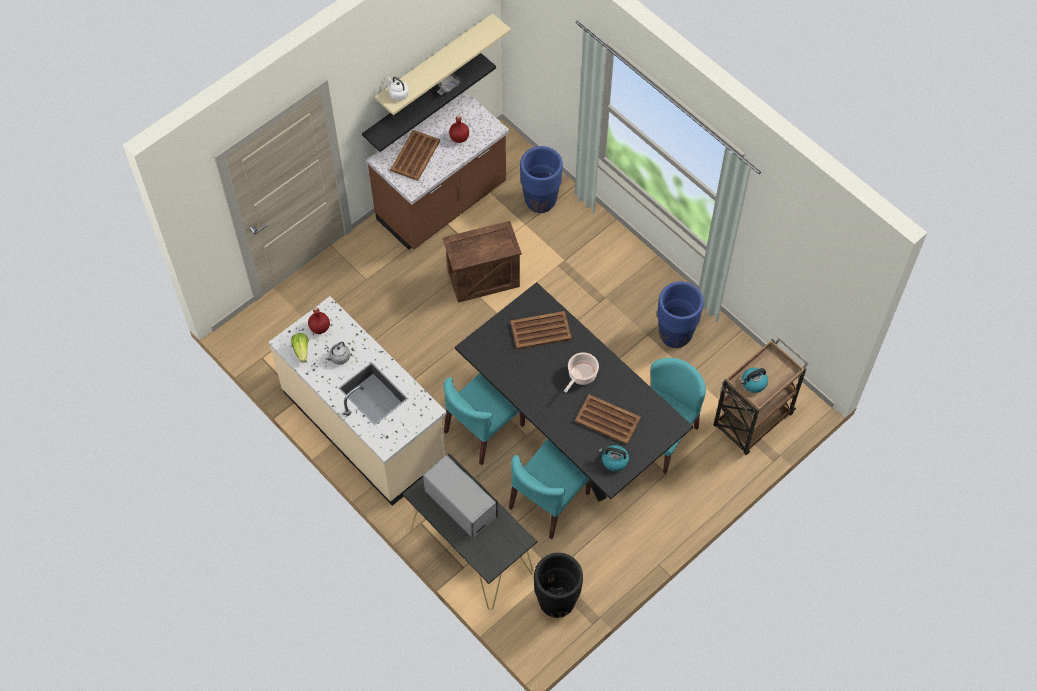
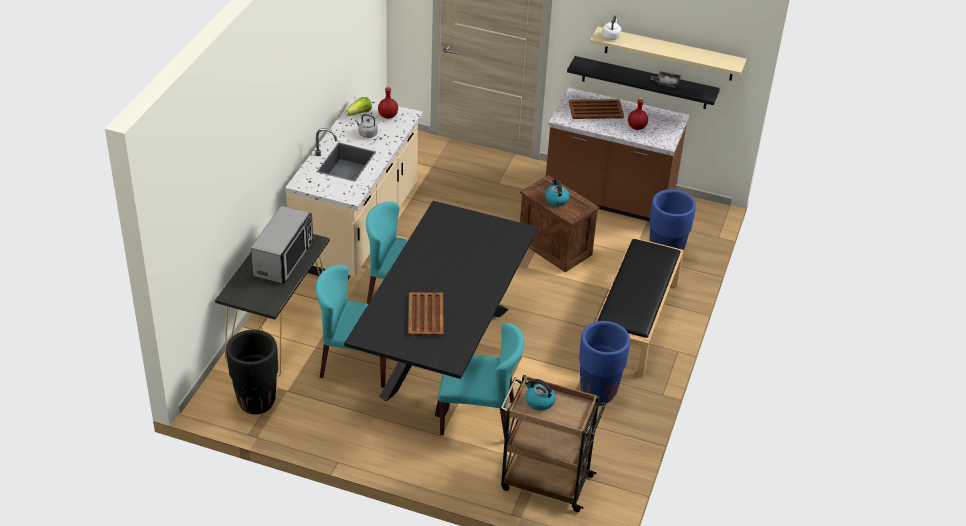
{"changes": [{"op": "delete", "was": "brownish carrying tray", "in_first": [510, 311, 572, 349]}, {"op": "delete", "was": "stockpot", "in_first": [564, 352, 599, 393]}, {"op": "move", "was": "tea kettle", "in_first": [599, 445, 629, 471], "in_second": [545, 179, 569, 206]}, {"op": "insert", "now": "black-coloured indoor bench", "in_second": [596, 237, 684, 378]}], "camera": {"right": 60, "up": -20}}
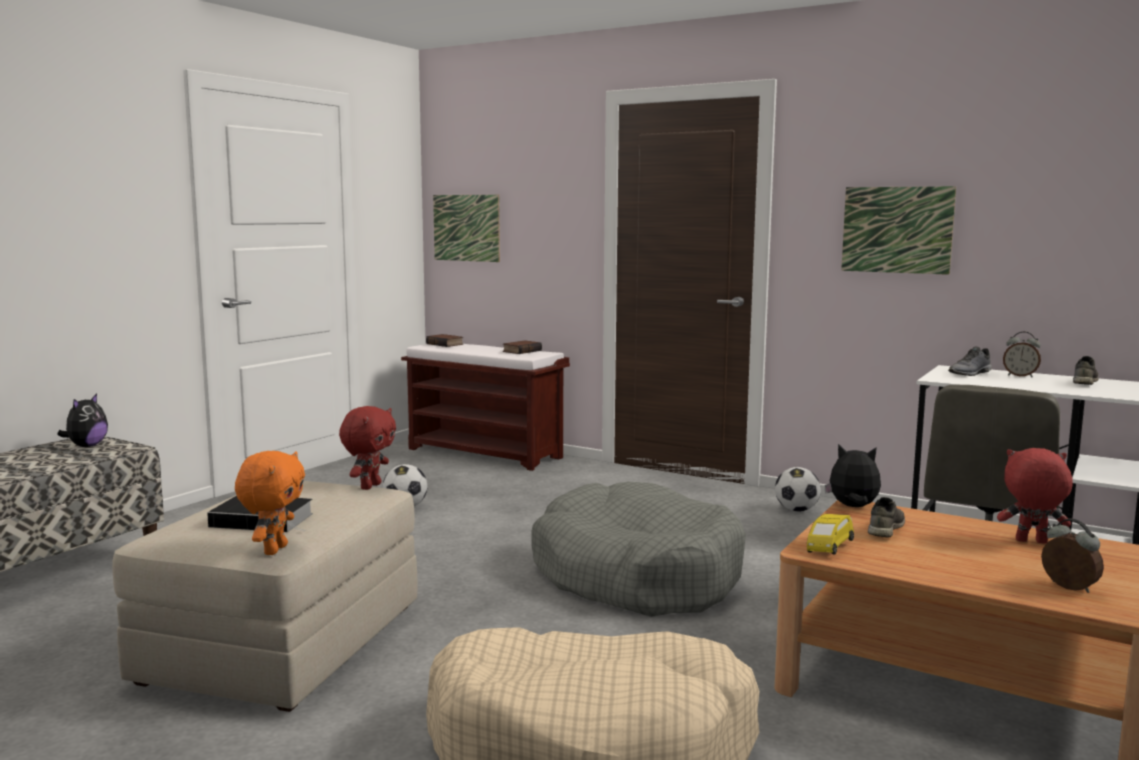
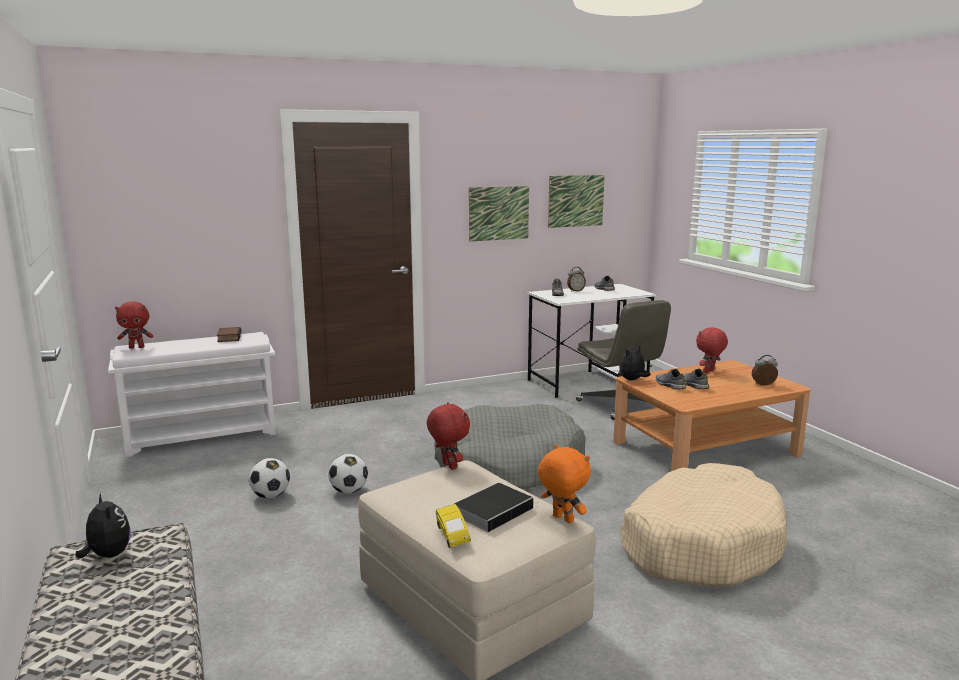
{"changes": [{"op": "recolor", "was": "brownish indoor bench", "now": "white-coloured indoor bench", "in_first": [401, 344, 570, 471], "in_second": [108, 332, 276, 457]}, {"op": "replace", "was": "bound book", "now": "red-coloured soft toy", "in_first": [426, 334, 463, 347], "in_second": [115, 301, 153, 349]}, {"op": "move", "was": "wall art", "in_first": [433, 195, 500, 262], "in_second": [548, 175, 605, 228]}, {"op": "move", "was": "football", "in_first": [775, 467, 821, 512], "in_second": [328, 454, 368, 493]}, {"op": "move", "was": "yellow toy car", "in_first": [807, 514, 854, 554], "in_second": [436, 504, 471, 548]}, {"op": "insert", "now": "greyish low shoe", "in_second": [683, 369, 709, 389]}], "camera": {"right": -55, "up": 5}}
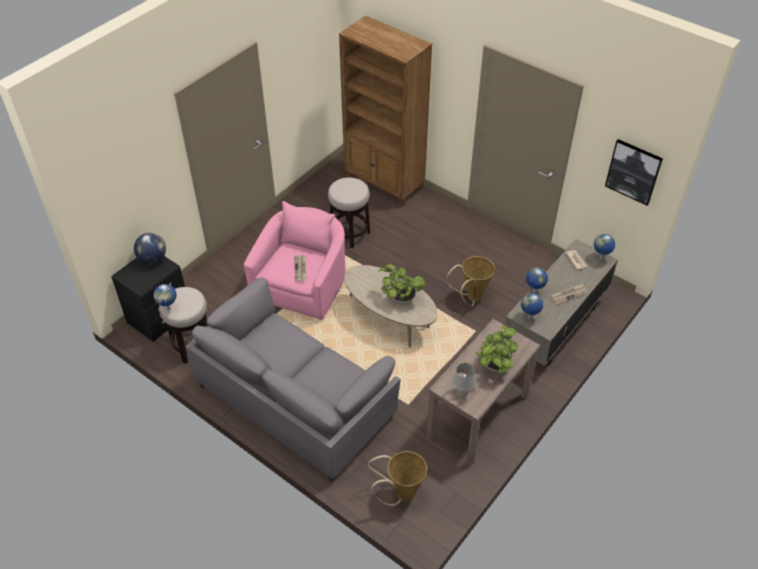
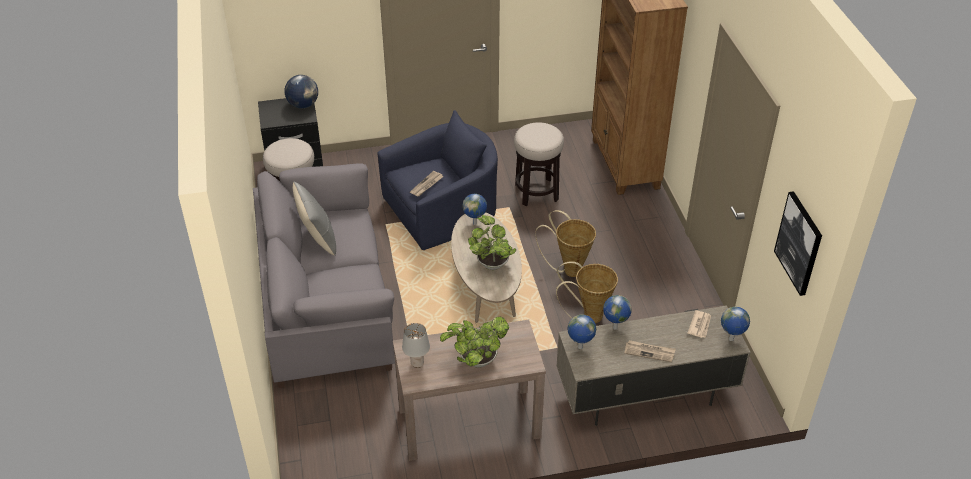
{"changes": [{"op": "move", "was": "desk globe", "in_first": [153, 284, 177, 311], "in_second": [462, 194, 487, 225]}, {"op": "recolor", "was": "pink-coloured armchair", "now": "bluish armchair", "in_first": [244, 201, 346, 320], "in_second": [377, 110, 498, 250]}, {"op": "move", "was": "basket", "in_first": [367, 451, 427, 506], "in_second": [535, 210, 596, 277]}, {"op": "insert", "now": "greyish throw pillow", "in_second": [293, 181, 336, 256]}], "camera": {"right": 40, "up": -5}}
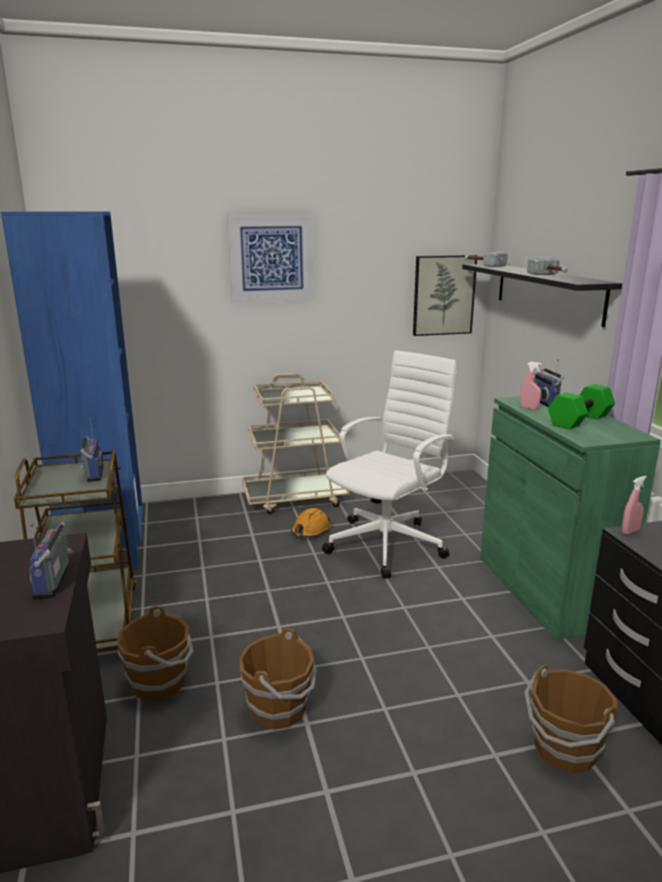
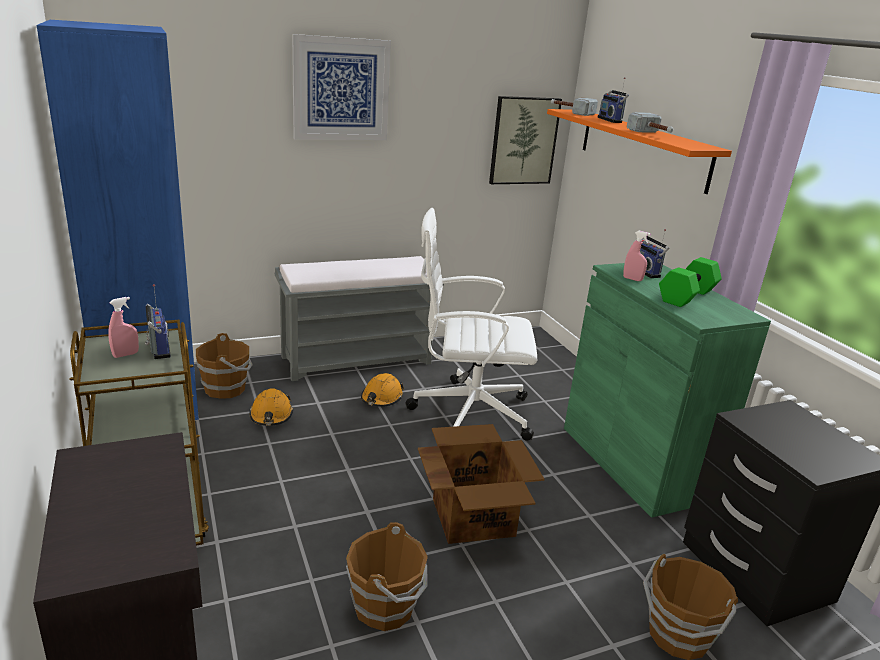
{"changes": [{"op": "move", "was": "radio receiver", "in_first": [29, 522, 73, 600], "in_second": [597, 77, 629, 123]}, {"op": "move", "was": "brownish pail", "in_first": [117, 606, 194, 700], "in_second": [196, 333, 253, 398]}, {"op": "replace", "was": "beige-coloured wheeled cart", "now": "greyish indoor bench", "in_first": [242, 373, 350, 514], "in_second": [275, 256, 444, 381]}, {"op": "rotate", "was": "white-coloured office chair", "in_first": [322, 350, 457, 578], "in_second": [406, 208, 537, 441], "clockwise": -120}, {"op": "recolor", "was": "black-coloured bracket shelf", "now": "orange-coloured bracket shelf", "in_first": [462, 264, 622, 327], "in_second": [547, 109, 732, 194]}, {"op": "move", "was": "pink-coloured hand sprayer", "in_first": [622, 476, 647, 534], "in_second": [108, 297, 139, 358]}, {"op": "insert", "now": "orange-coloured safety helmet", "in_second": [249, 389, 293, 426]}, {"op": "insert", "now": "carton", "in_second": [418, 424, 545, 544]}], "camera": {"right": -10, "up": 5}}
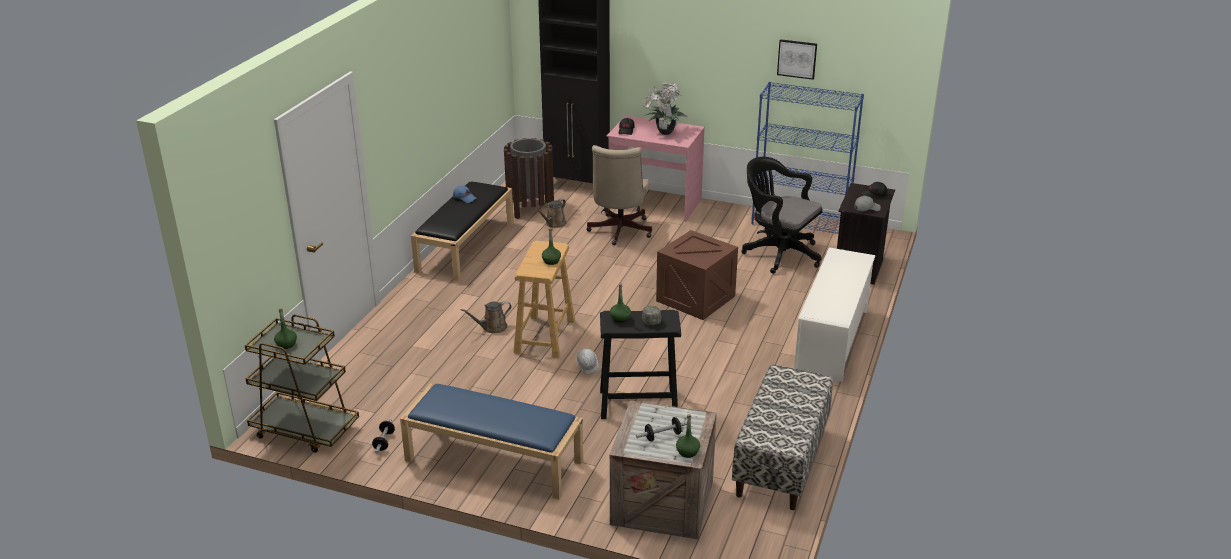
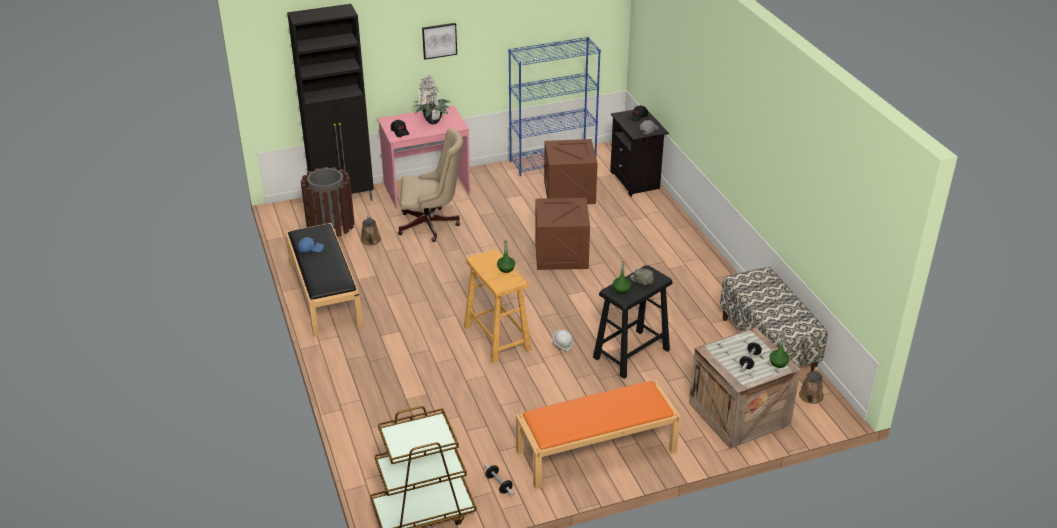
{"changes": [{"op": "delete", "was": "green drink bottle", "in_first": [274, 308, 297, 349]}, {"op": "recolor", "was": "bluish indoor bench", "now": "orange-coloured indoor bench", "in_first": [400, 383, 583, 500], "in_second": [516, 381, 681, 489]}, {"op": "move", "was": "brownish watering can", "in_first": [461, 301, 511, 333], "in_second": [799, 367, 824, 404]}, {"op": "rotate", "was": "beige-coloured office chair", "in_first": [586, 145, 652, 245], "in_second": [398, 128, 463, 242], "clockwise": -60}, {"op": "replace", "was": "black-coloured office chair", "now": "crate", "in_first": [741, 157, 822, 274], "in_second": [544, 139, 598, 204]}, {"op": "move", "was": "wall art", "in_first": [777, 39, 817, 80], "in_second": [422, 23, 457, 60]}, {"op": "delete", "was": "white-coloured shoe stand", "in_first": [794, 248, 875, 382]}], "camera": {"right": -40, "up": 5}}
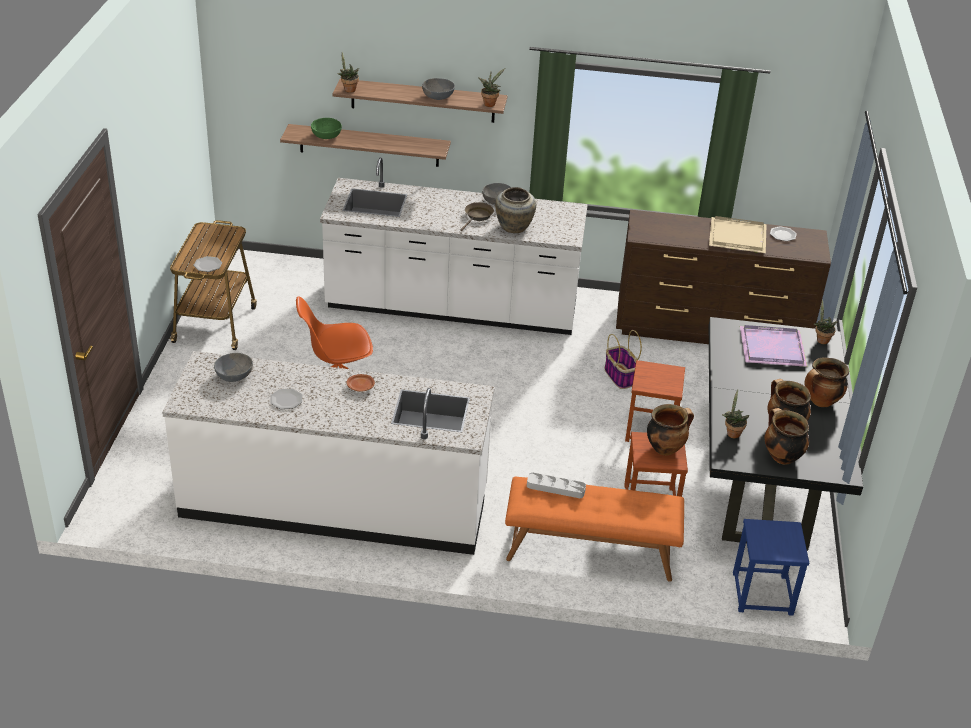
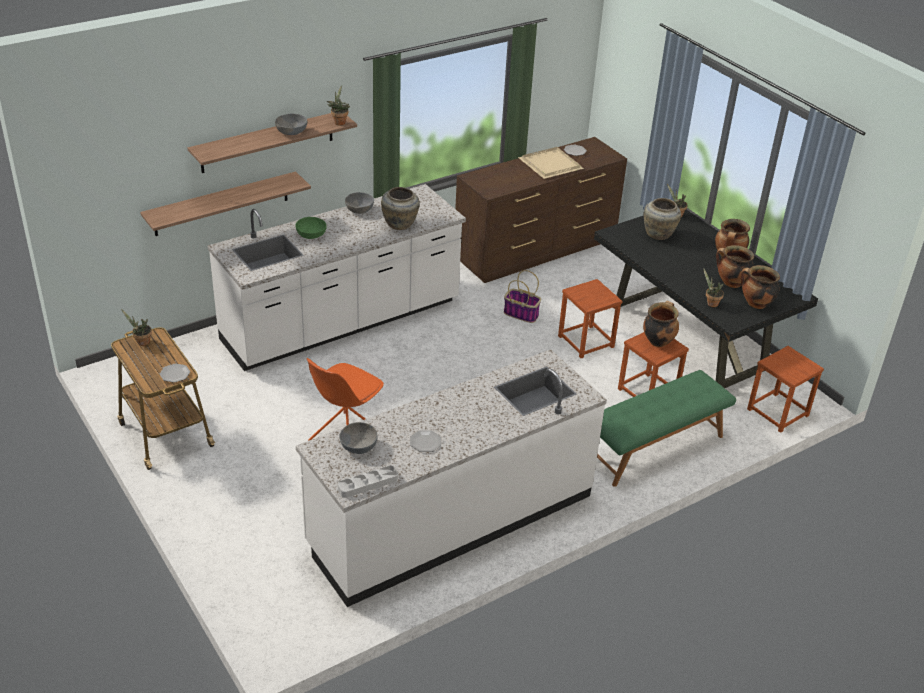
{"changes": [{"op": "move", "was": "green serving bowl", "in_first": [311, 118, 342, 139], "in_second": [296, 217, 327, 239]}, {"op": "move", "was": "houseplant", "in_first": [337, 52, 359, 93], "in_second": [121, 309, 152, 346]}, {"op": "delete", "was": "brownish flat dish", "in_first": [346, 374, 375, 391]}, {"op": "delete", "was": "brownish pan", "in_first": [460, 202, 494, 231]}, {"op": "recolor", "was": "orange-coloured indoor bench", "now": "green indoor bench", "in_first": [505, 477, 684, 582], "in_second": [597, 370, 736, 487]}, {"op": "move", "was": "greyish carrying tray", "in_first": [527, 472, 586, 498], "in_second": [338, 465, 398, 498]}, {"op": "recolor", "was": "bluish stool", "now": "brownish stool", "in_first": [733, 519, 809, 616], "in_second": [747, 346, 824, 433]}, {"op": "replace", "was": "purplish carrying tray", "now": "beige-coloured decorative vase", "in_first": [740, 325, 808, 367], "in_second": [644, 198, 681, 240]}], "camera": {"right": -40, "up": 0}}
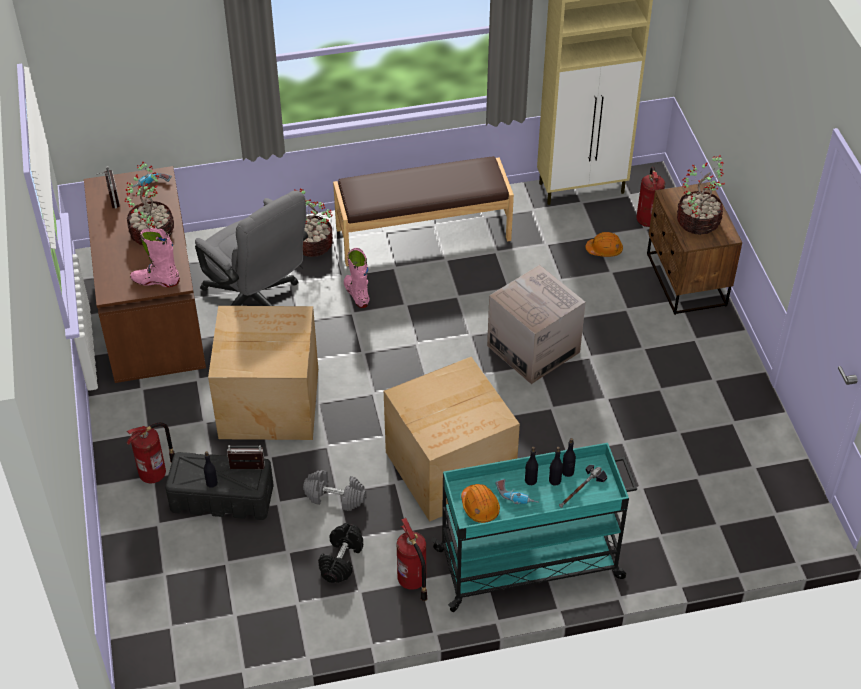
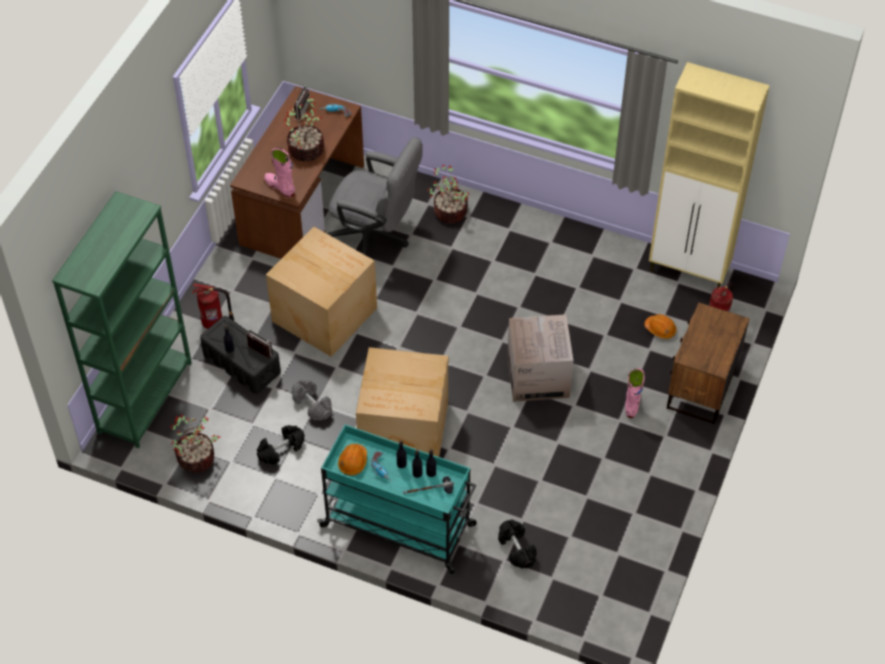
{"changes": [{"op": "rotate", "was": "greyish office chair", "in_first": [195, 191, 308, 306], "in_second": [327, 137, 423, 256], "clockwise": -60}, {"op": "delete", "was": "brownish indoor bench", "in_first": [333, 156, 514, 266]}, {"op": "move", "was": "pink-coloured boot", "in_first": [344, 248, 370, 308], "in_second": [625, 368, 645, 418]}, {"op": "delete", "was": "fire extinguisher", "in_first": [397, 518, 427, 601]}, {"op": "move", "was": "houseplant", "in_first": [677, 155, 725, 235], "in_second": [170, 415, 220, 473]}, {"op": "insert", "now": "green bookcase", "in_second": [52, 191, 192, 448]}, {"op": "insert", "now": "black-coloured free weight", "in_second": [498, 519, 537, 569]}], "camera": {"right": 35, "up": 5}}
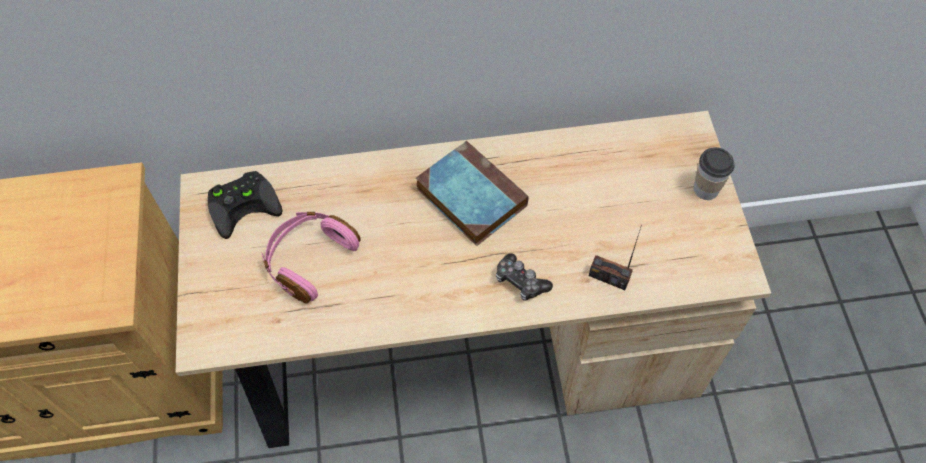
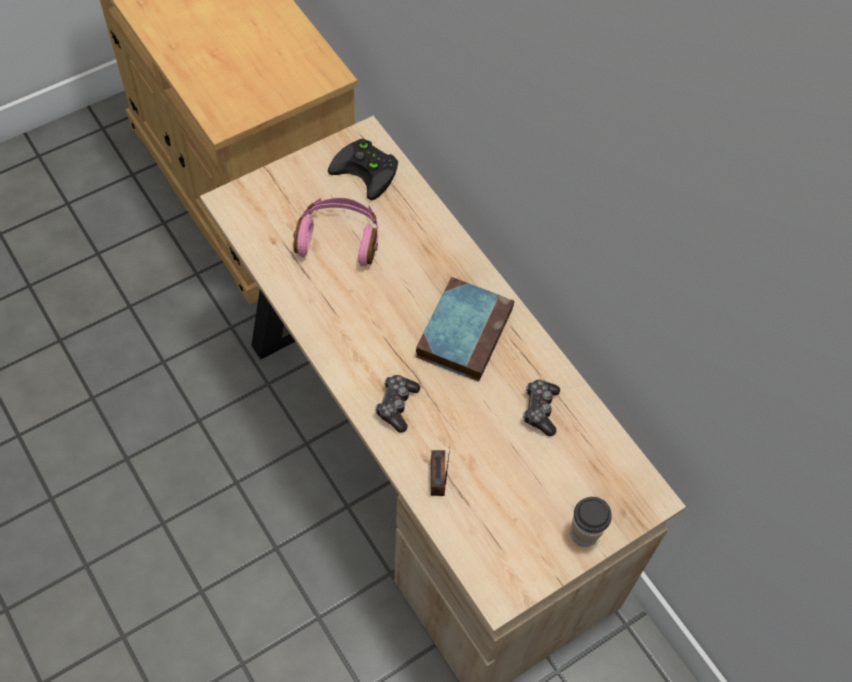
{"changes": [{"op": "insert", "now": "gamepad", "in_second": [523, 380, 560, 436]}], "camera": {"right": 60, "up": 0}}
